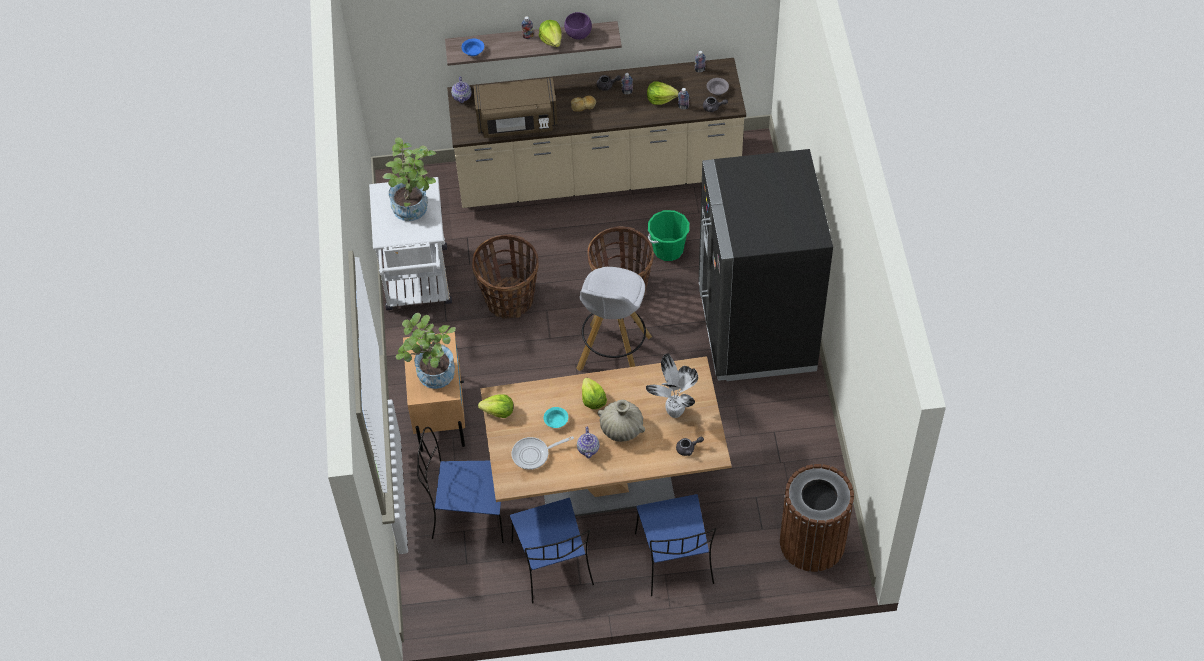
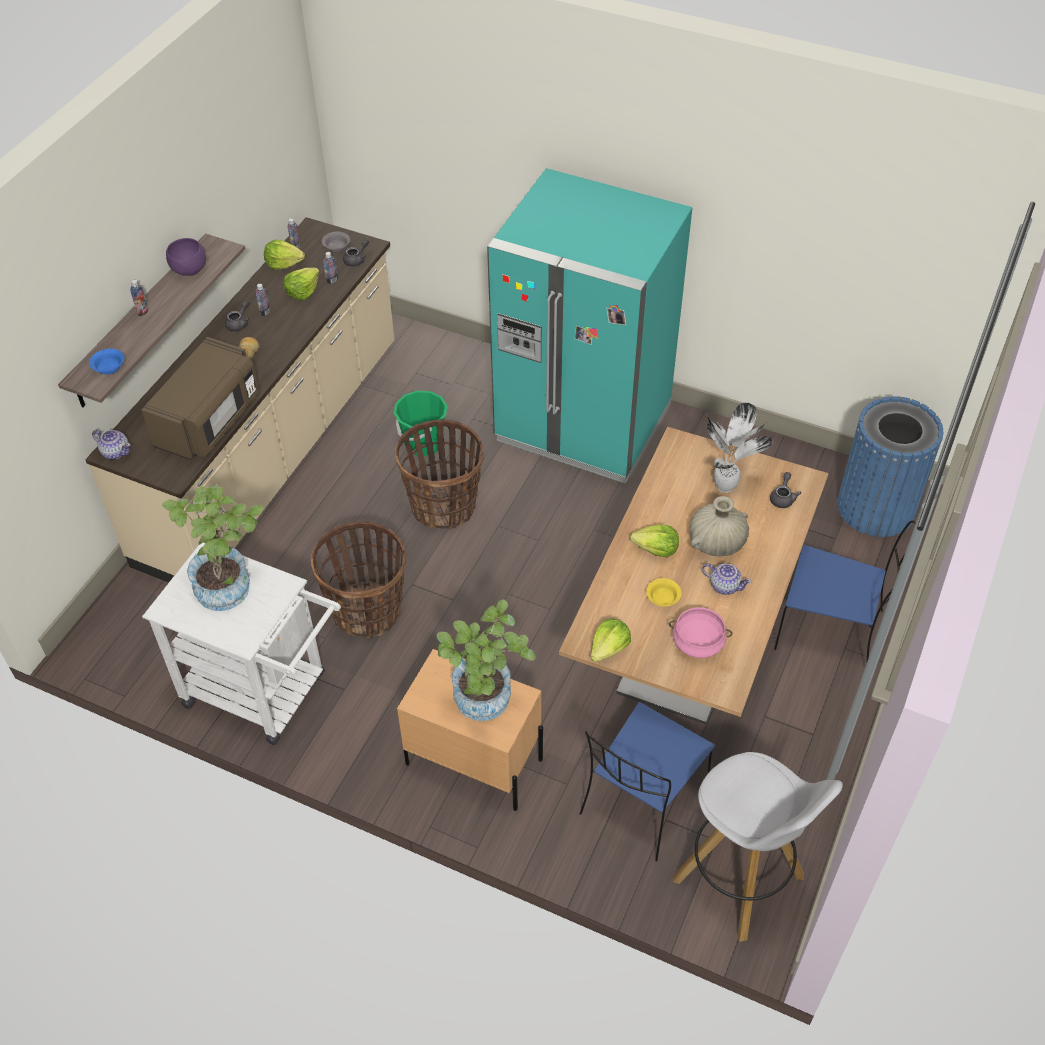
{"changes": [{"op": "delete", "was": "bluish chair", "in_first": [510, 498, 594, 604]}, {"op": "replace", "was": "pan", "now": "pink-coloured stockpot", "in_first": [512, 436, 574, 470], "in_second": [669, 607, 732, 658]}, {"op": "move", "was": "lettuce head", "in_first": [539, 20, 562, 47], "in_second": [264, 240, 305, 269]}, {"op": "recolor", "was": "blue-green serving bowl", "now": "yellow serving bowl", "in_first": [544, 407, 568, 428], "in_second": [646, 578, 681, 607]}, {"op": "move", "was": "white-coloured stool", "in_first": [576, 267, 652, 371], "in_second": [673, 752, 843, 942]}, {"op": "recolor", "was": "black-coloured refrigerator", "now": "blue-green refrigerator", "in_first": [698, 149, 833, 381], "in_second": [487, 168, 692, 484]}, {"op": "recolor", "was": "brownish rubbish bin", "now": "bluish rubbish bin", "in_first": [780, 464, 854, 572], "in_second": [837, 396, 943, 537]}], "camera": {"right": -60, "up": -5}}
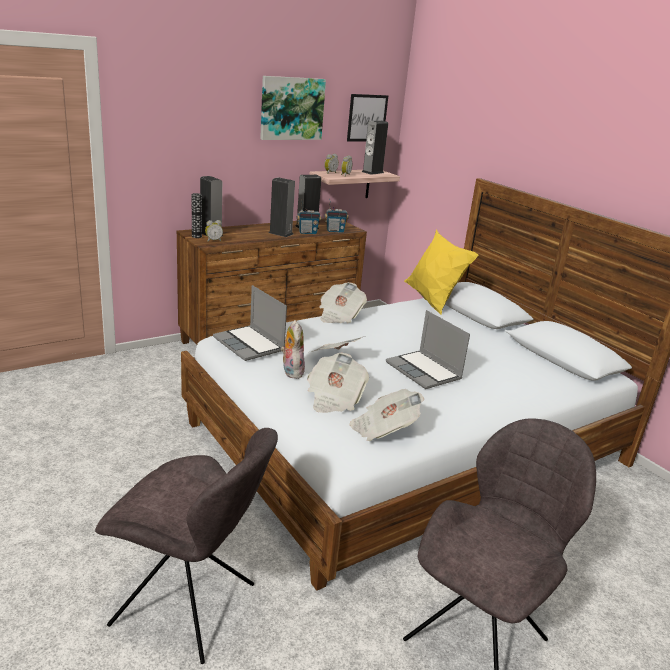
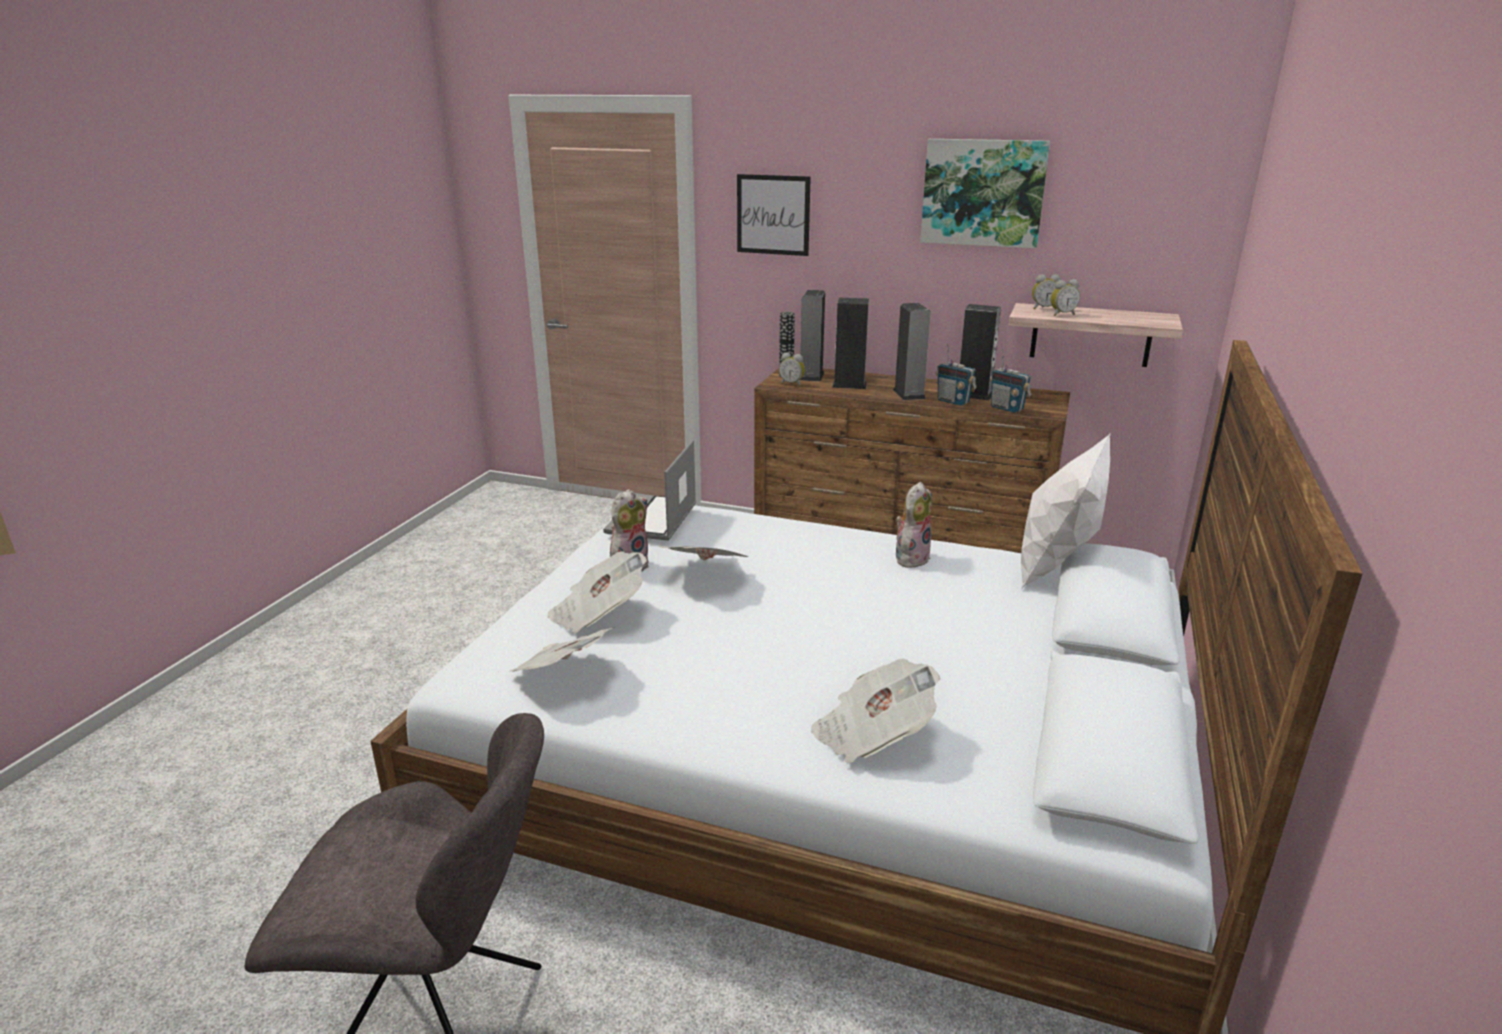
{"changes": [{"op": "delete", "was": "greyish chair", "in_first": [95, 428, 278, 664]}, {"op": "move", "was": "daily paper", "in_first": [319, 282, 367, 323], "in_second": [811, 658, 940, 763]}, {"op": "move", "was": "wall art", "in_first": [347, 94, 388, 142], "in_second": [737, 174, 811, 256]}, {"op": "move", "was": "loudspeaker", "in_first": [362, 121, 388, 175], "in_second": [832, 298, 869, 389]}, {"op": "delete", "was": "portable computer", "in_first": [386, 310, 470, 389]}, {"op": "recolor", "was": "yellow throw pillow", "now": "white-coloured throw pillow", "in_first": [404, 229, 478, 315], "in_second": [1021, 431, 1112, 588]}, {"op": "insert", "now": "soft toy", "in_second": [896, 482, 932, 568]}], "camera": {"right": 55, "up": 0}}
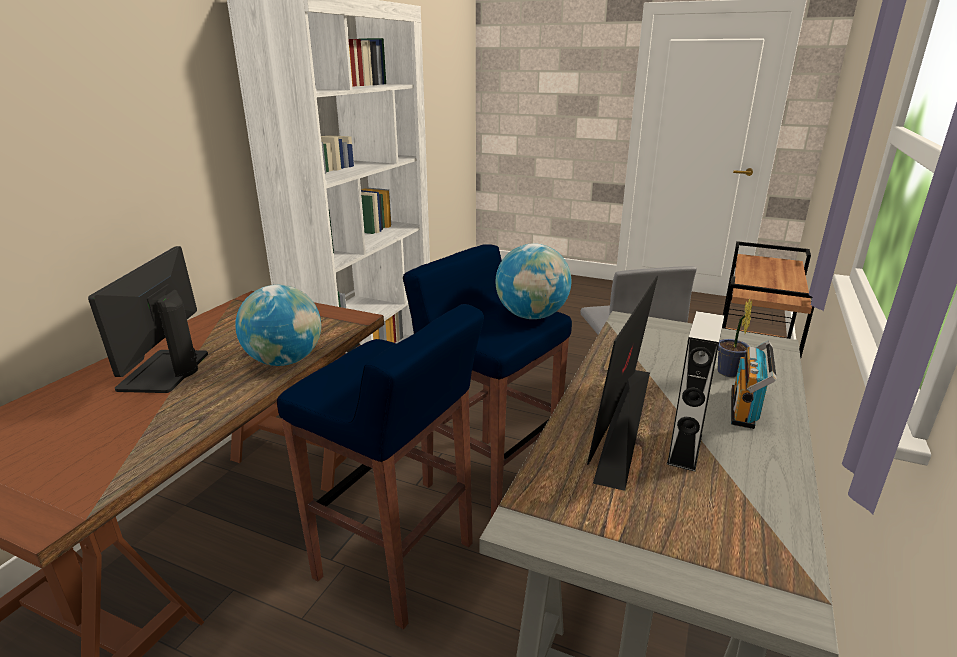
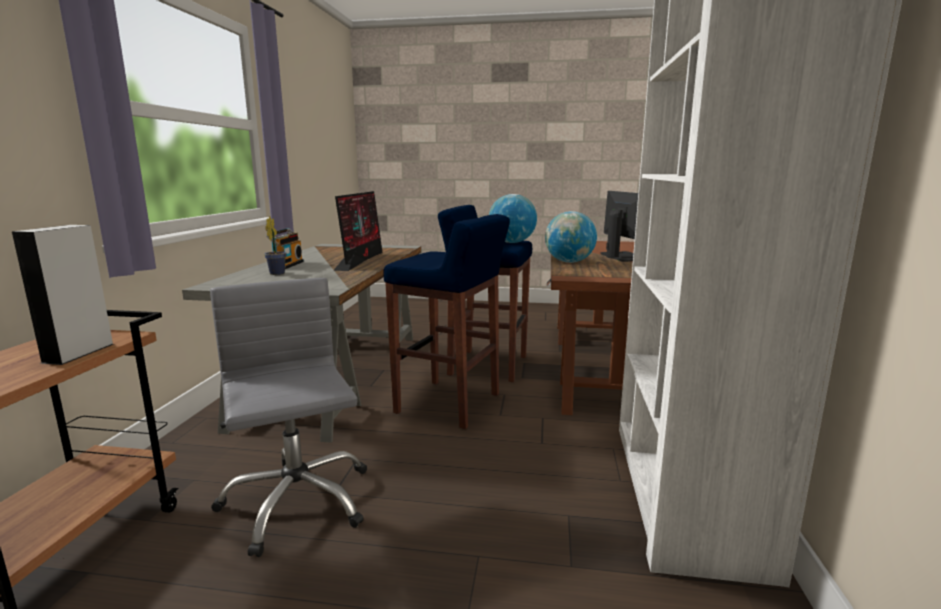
{"changes": [{"op": "move", "was": "desk globe", "in_first": [495, 243, 571, 319], "in_second": [489, 194, 537, 243]}, {"op": "move", "was": "greyish loudspeaker", "in_first": [667, 311, 724, 472], "in_second": [12, 225, 114, 365]}], "camera": {"right": 165, "up": -10}}
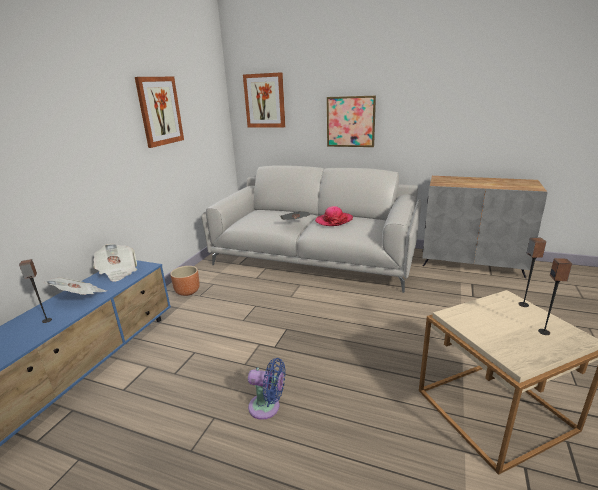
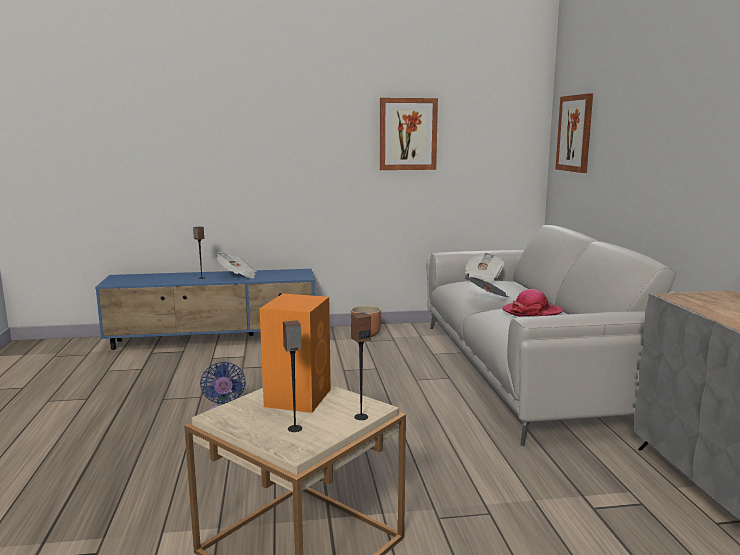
{"changes": [{"op": "move", "was": "daily paper", "in_first": [93, 243, 137, 282], "in_second": [465, 253, 505, 283]}, {"op": "delete", "was": "wall art", "in_first": [327, 96, 376, 147]}, {"op": "insert", "now": "orange-coloured loudspeaker", "in_second": [260, 294, 331, 413]}], "camera": {"right": 60, "up": -10}}
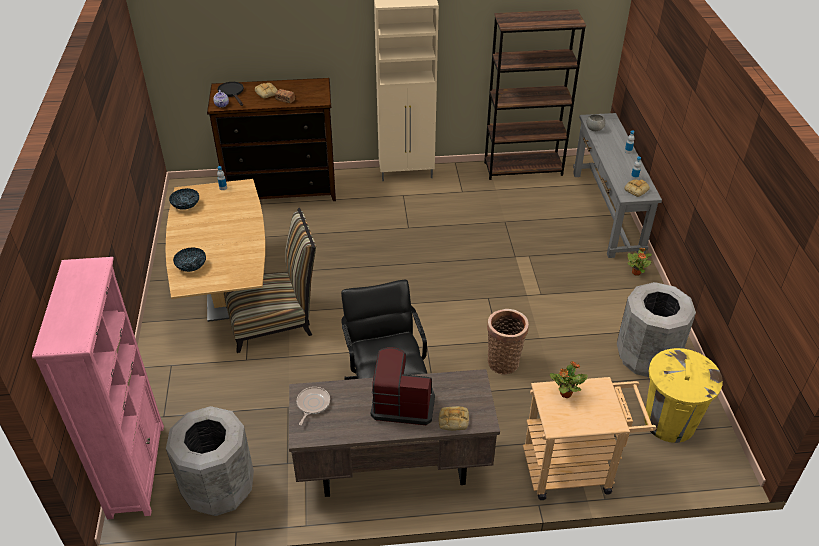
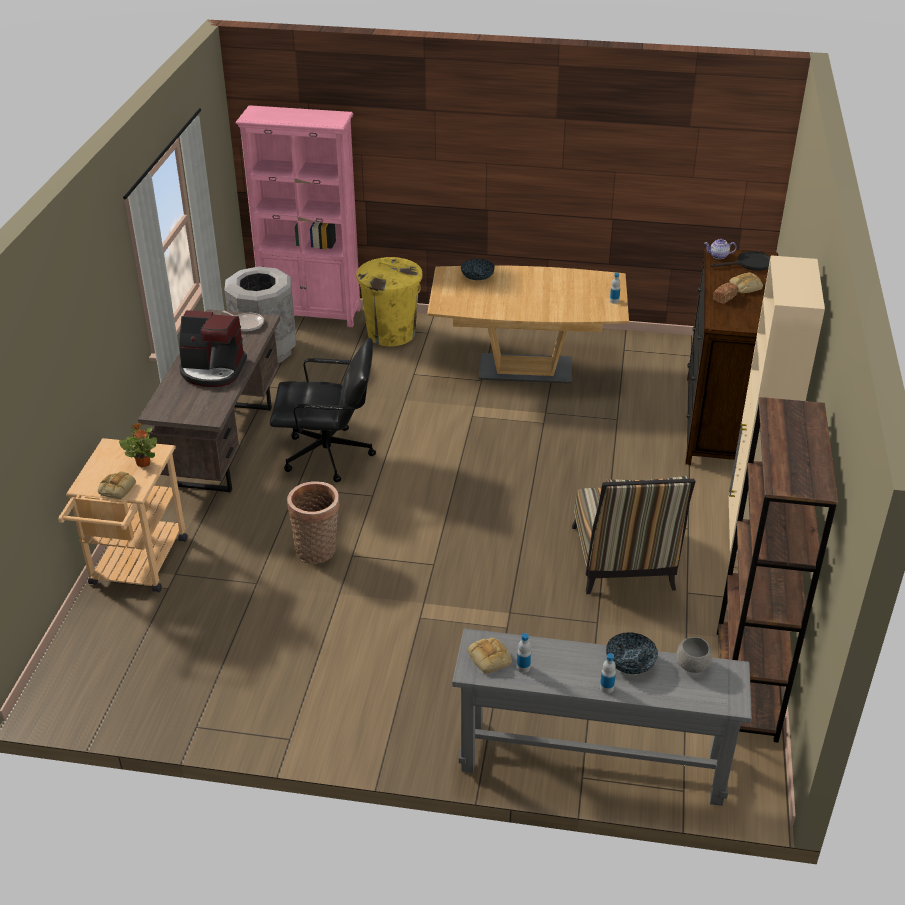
{"changes": [{"op": "move", "was": "serving bowl", "in_first": [169, 188, 199, 210], "in_second": [606, 633, 658, 674]}, {"op": "move", "was": "chair", "in_first": [224, 208, 316, 353], "in_second": [572, 476, 696, 594]}, {"op": "rotate", "was": "coffee maker", "in_first": [371, 347, 435, 425], "in_second": [179, 310, 247, 387], "clockwise": 75}, {"op": "move", "was": "bread", "in_first": [439, 406, 469, 431], "in_second": [98, 471, 136, 499]}, {"op": "delete", "was": "greyish rubbish bin", "in_first": [617, 282, 696, 377]}, {"op": "delete", "was": "houseplant", "in_first": [627, 248, 652, 276]}, {"op": "move", "was": "yellow rubbish bin", "in_first": [644, 348, 723, 443], "in_second": [356, 257, 422, 346]}], "camera": {"right": 105, "up": -5}}
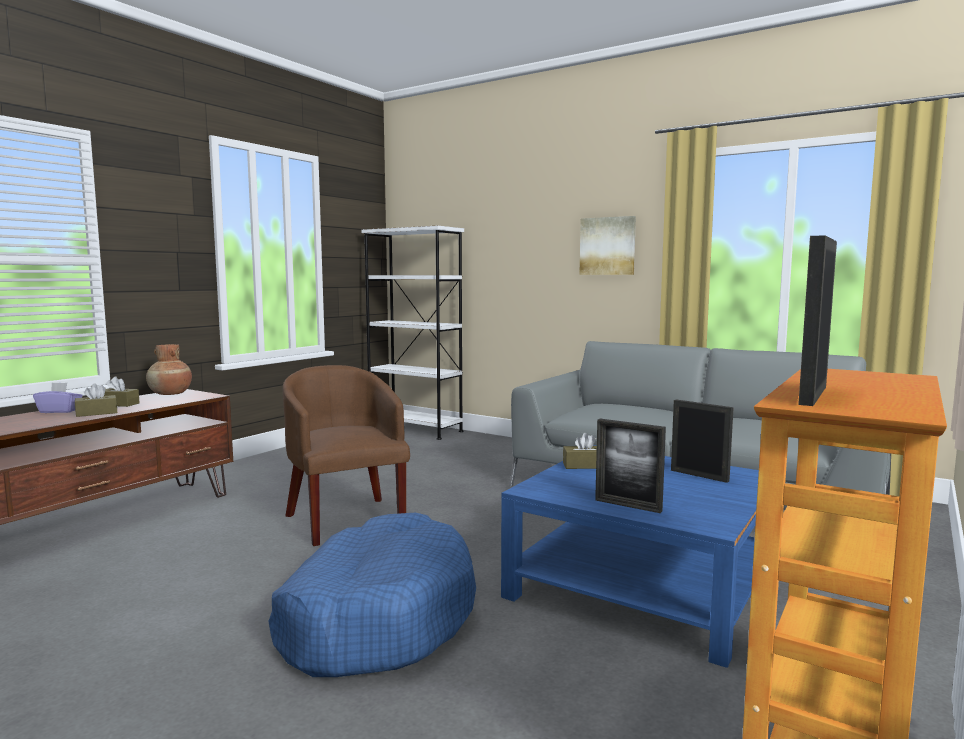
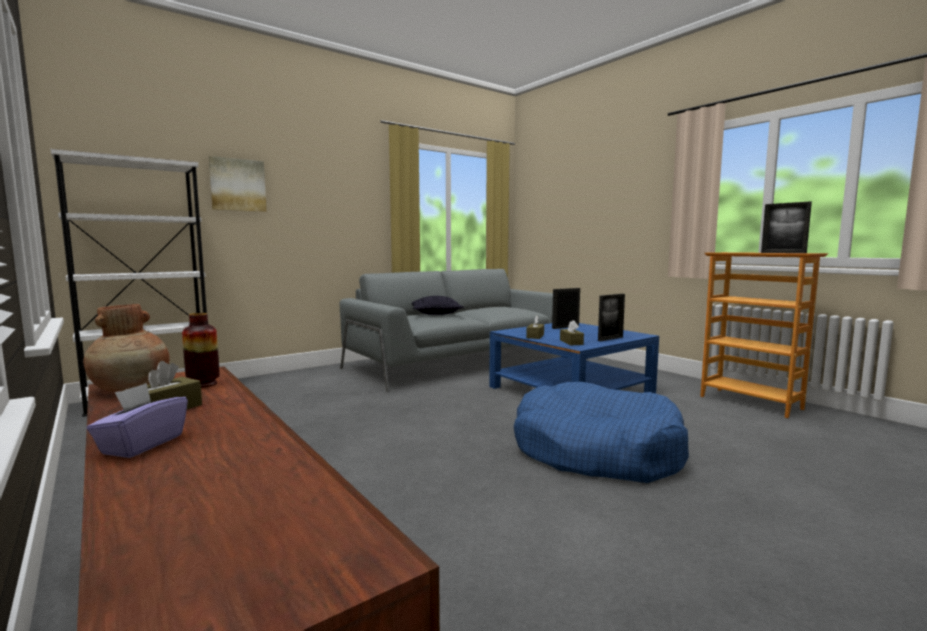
{"changes": [{"op": "move", "was": "brownish tissue box", "in_first": [75, 383, 117, 417], "in_second": [560, 320, 584, 345]}, {"op": "delete", "was": "brownish armchair", "in_first": [283, 365, 410, 546]}, {"op": "move", "was": "wall art", "in_first": [579, 216, 636, 275], "in_second": [209, 156, 267, 212]}, {"op": "insert", "now": "decorative vase", "in_second": [182, 313, 220, 388]}, {"op": "insert", "now": "throw pillow", "in_second": [412, 296, 464, 315]}], "camera": {"right": -70, "up": 0}}
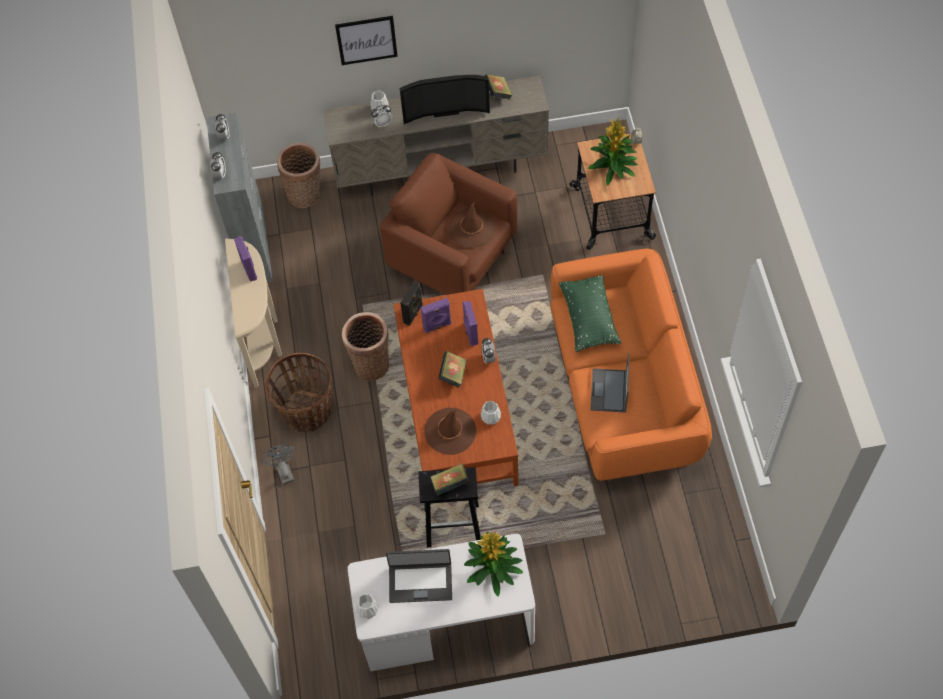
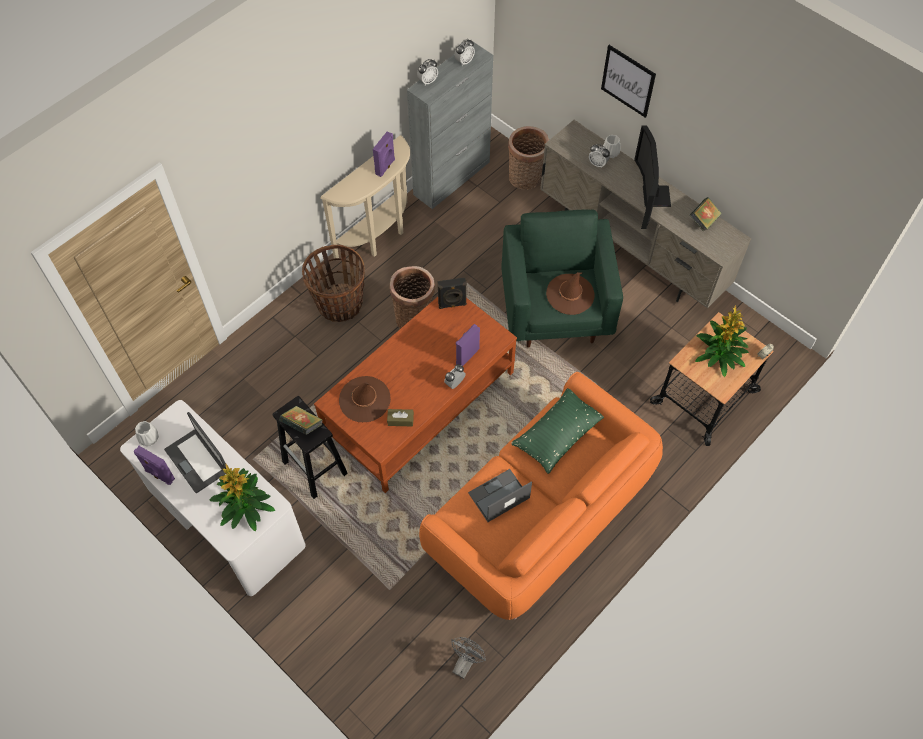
{"changes": [{"op": "move", "was": "greyish electric fan", "in_first": [261, 444, 296, 485], "in_second": [451, 637, 486, 679]}, {"op": "recolor", "was": "brownish armchair", "now": "green armchair", "in_first": [380, 153, 517, 295], "in_second": [501, 209, 623, 348]}, {"op": "rotate", "was": "TV set", "in_first": [400, 75, 490, 124], "in_second": [634, 125, 671, 229], "clockwise": 45}, {"op": "move", "was": "purplish loudspeaker", "in_first": [421, 298, 452, 333], "in_second": [134, 446, 175, 485]}, {"op": "delete", "was": "bound book", "in_first": [438, 351, 467, 388]}, {"op": "replace", "was": "white-coloured decorative vase", "now": "brownish tissue box", "in_first": [481, 401, 501, 425], "in_second": [387, 409, 414, 427]}], "camera": {"right": 50, "up": 0}}
